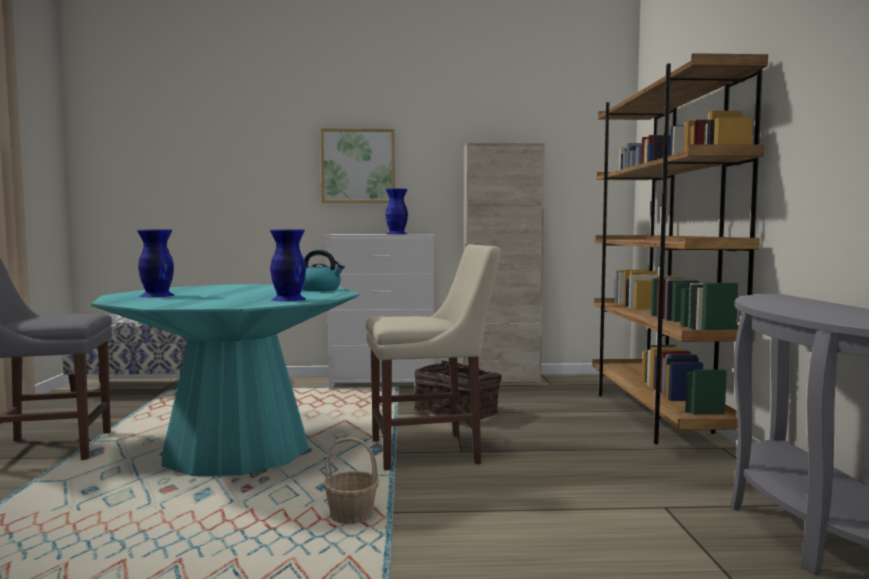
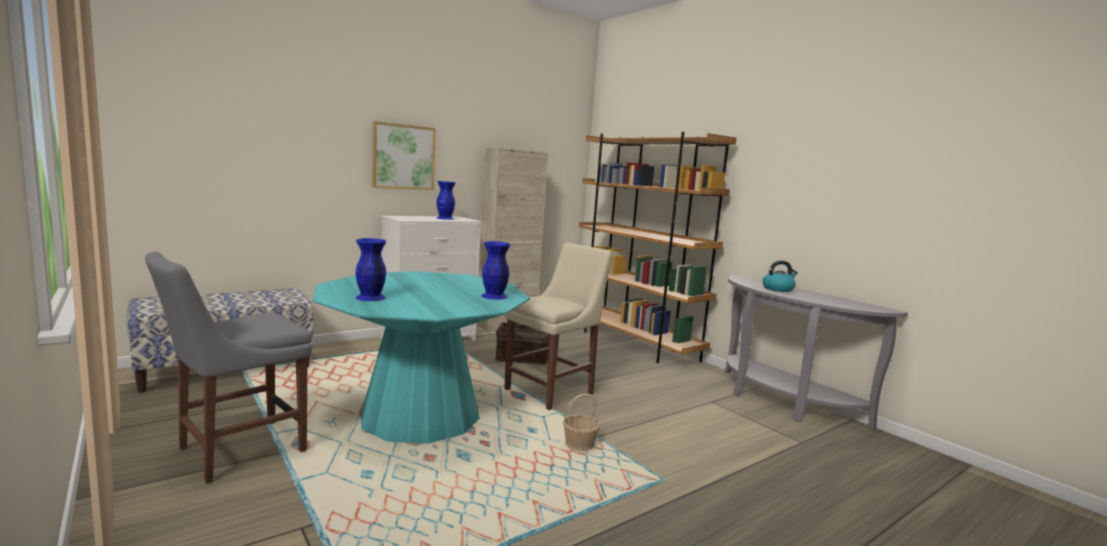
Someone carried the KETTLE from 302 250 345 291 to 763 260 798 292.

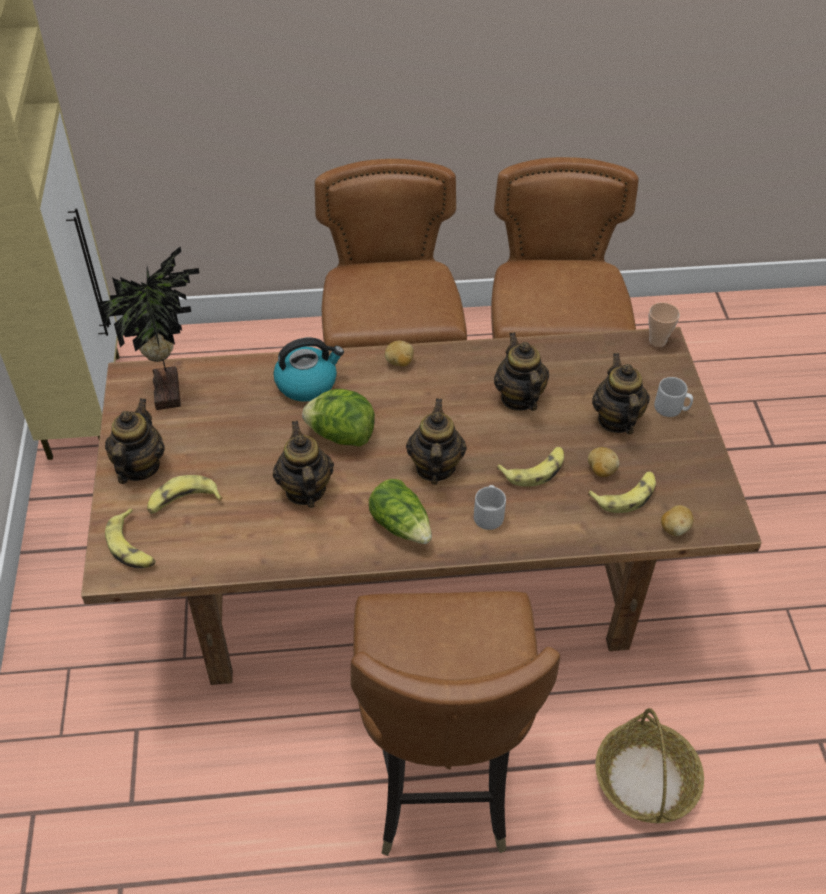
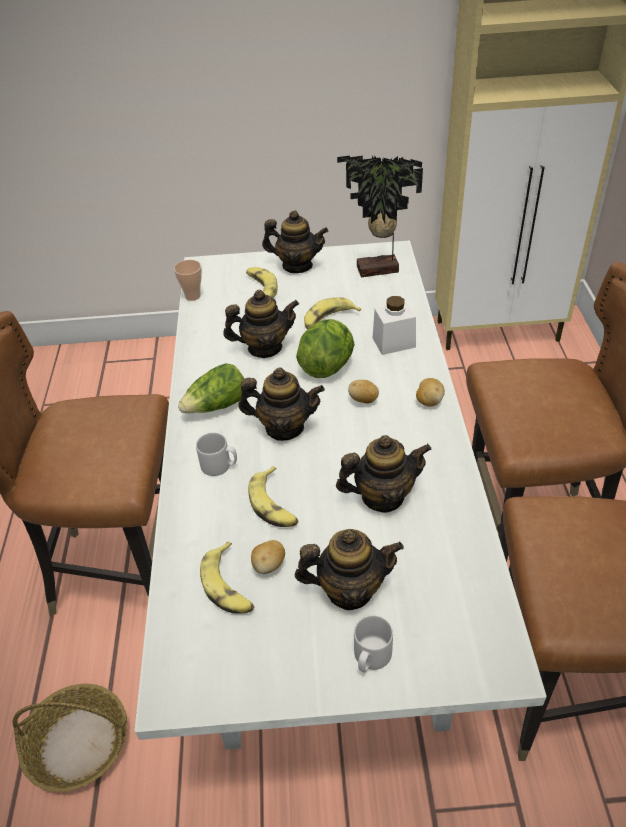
Someone repainted the BROWN DINING TABLE at 81 327 762 685, which became the WHITE DINING TABLE at 134 241 547 750.
Someone carried the CUP from 648 302 680 347 to 174 260 202 301.
Someone carried the BANANA from 105 508 156 568 to 304 297 361 329.
Someone carried the POTATO from 661 505 693 536 to 348 380 379 404.
Someone swapped the KETTLE at 273 338 344 402 for the WHITE JAR at 373 296 416 355.

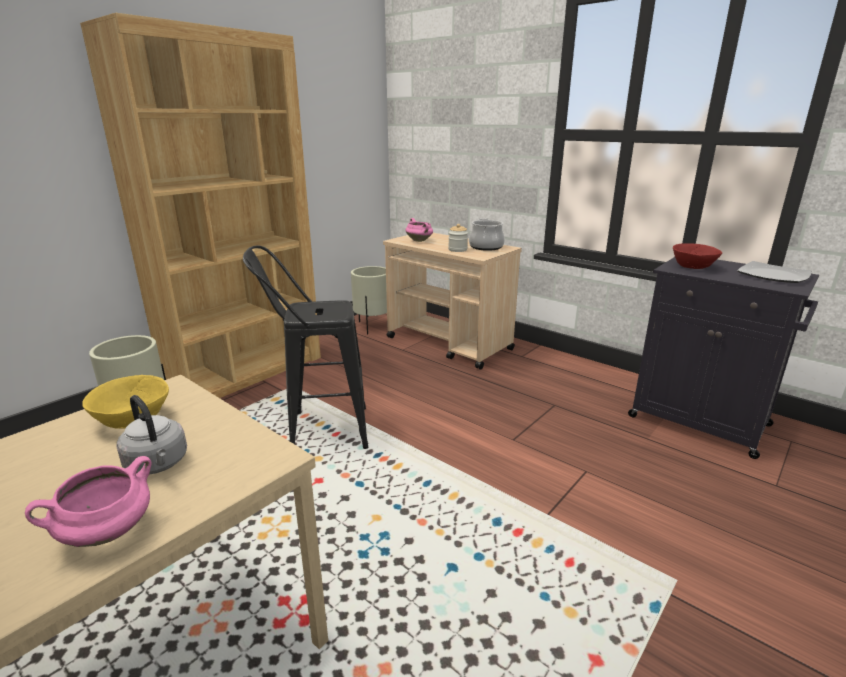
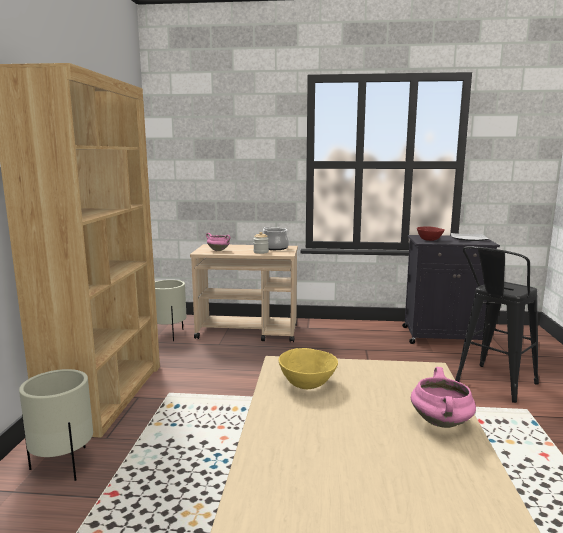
Someone carried the BLACK STOOL from 243 246 368 449 to 455 246 539 403.
Someone took away the GREY KETTLE at 116 395 187 475.

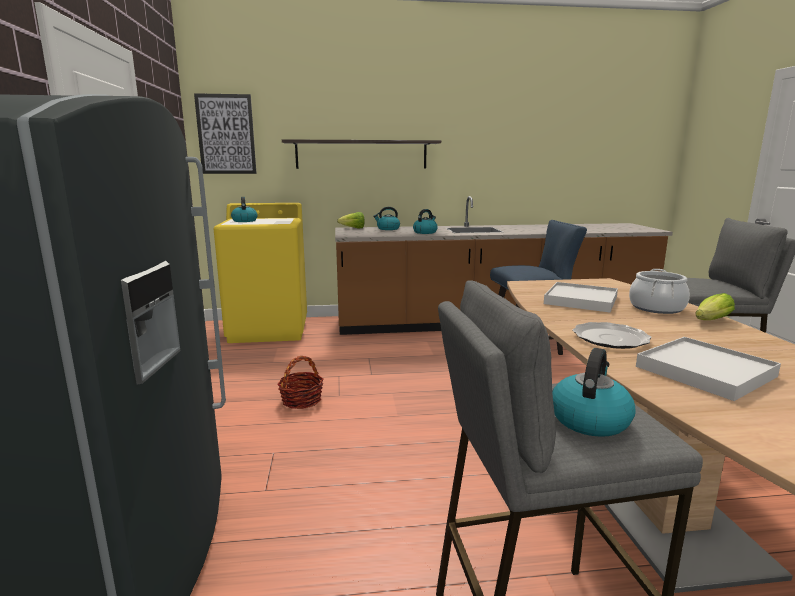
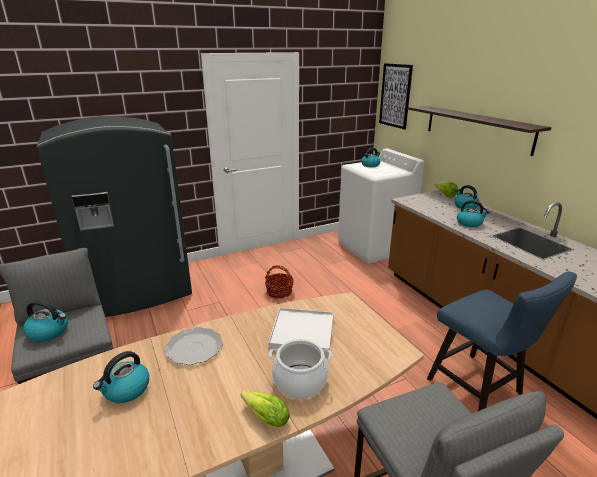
Someone swapped the WHITE TRAY at 636 337 781 401 for the KETTLE at 93 351 149 403.
Someone repainted the YELLOW WASHING MACHINE at 214 203 307 343, which became the WHITE WASHING MACHINE at 338 148 425 264.

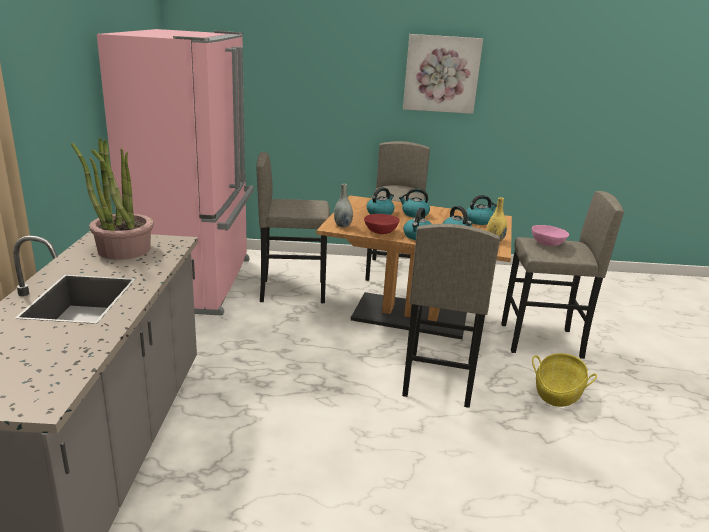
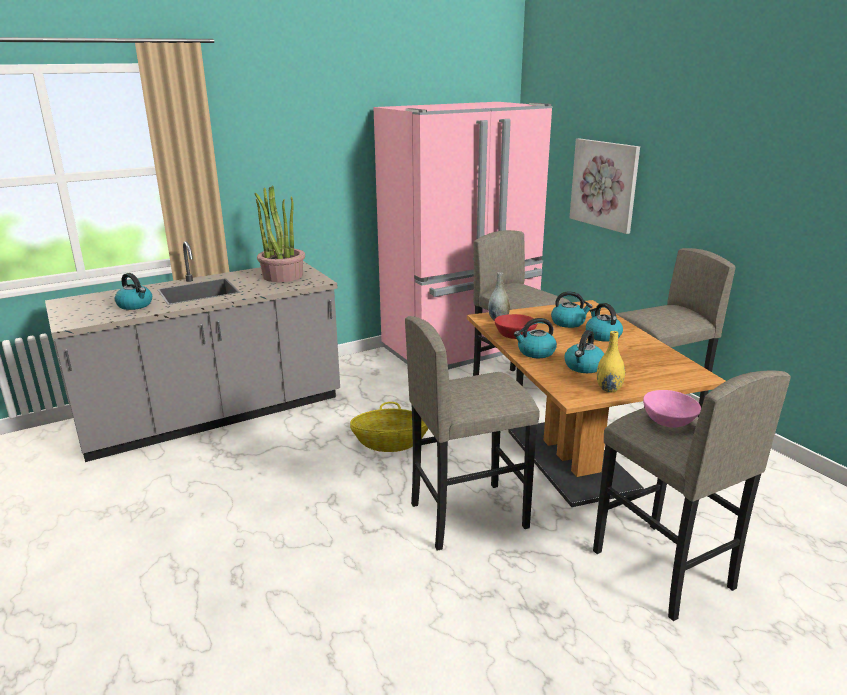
Someone carried the KETTLE from 466 195 497 225 to 115 273 152 310.
Someone carried the BASKET from 532 353 597 407 to 350 402 428 452.
Someone carried the PICTURE from 403 34 483 114 to 570 138 640 234.

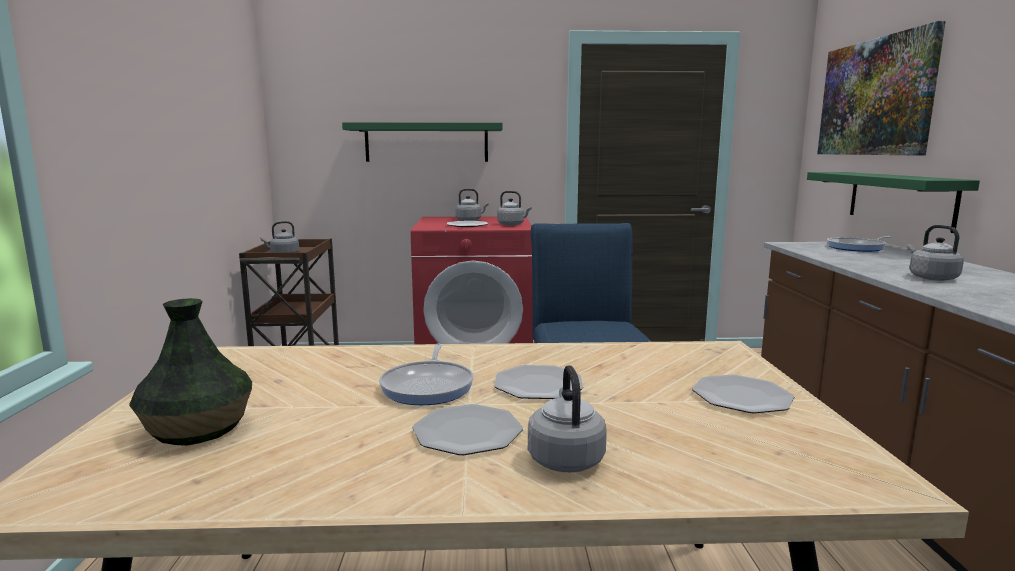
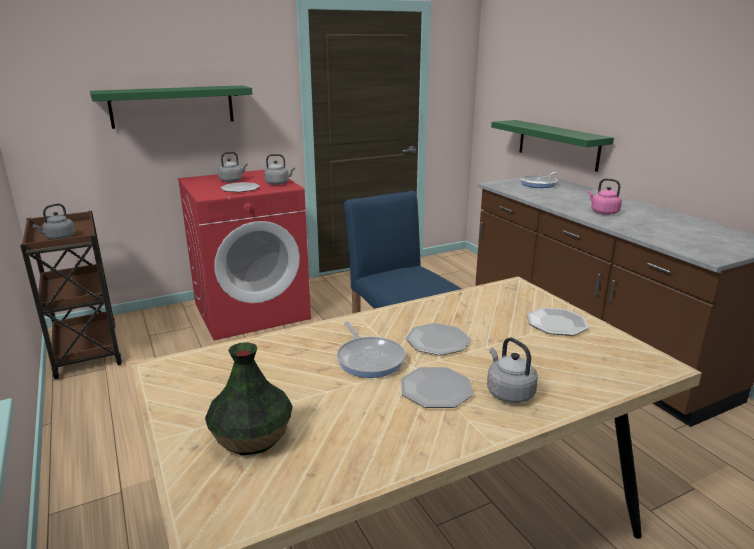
Someone repainted the GREY KETTLE at 907 225 964 281, which became the PINK KETTLE at 588 178 622 215.
Someone took away the PICTURE at 817 21 946 156.

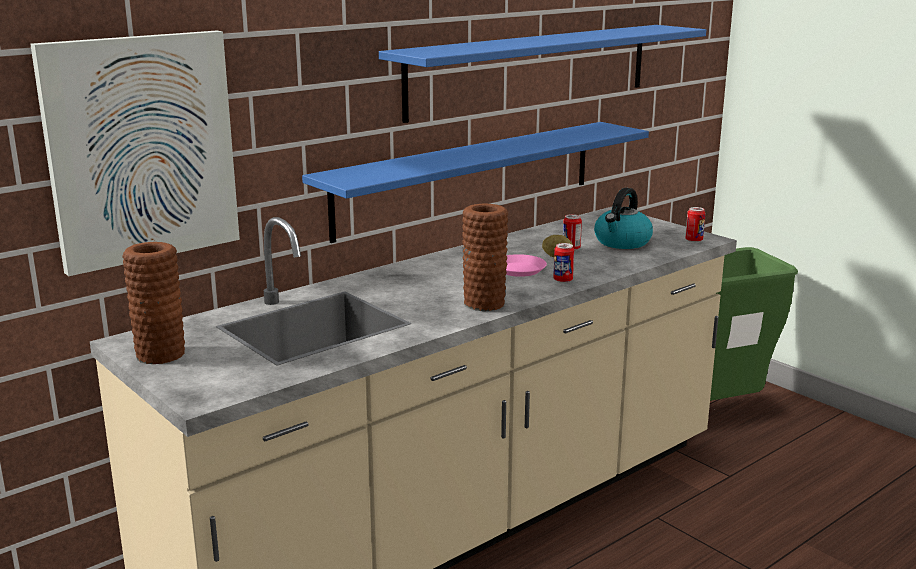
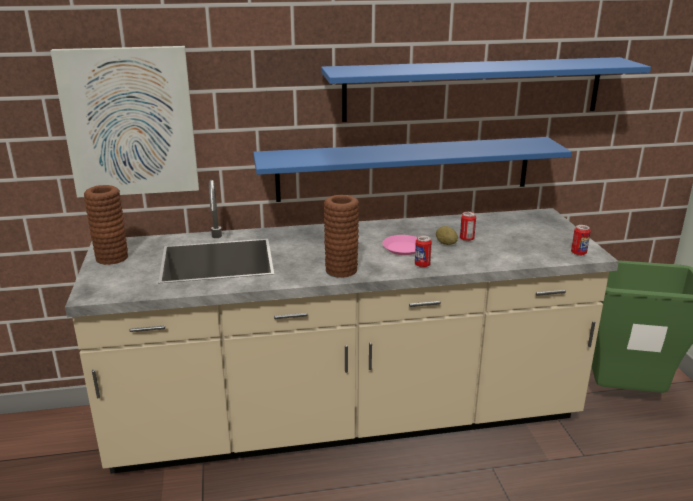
Someone took away the KETTLE at 594 188 653 249.

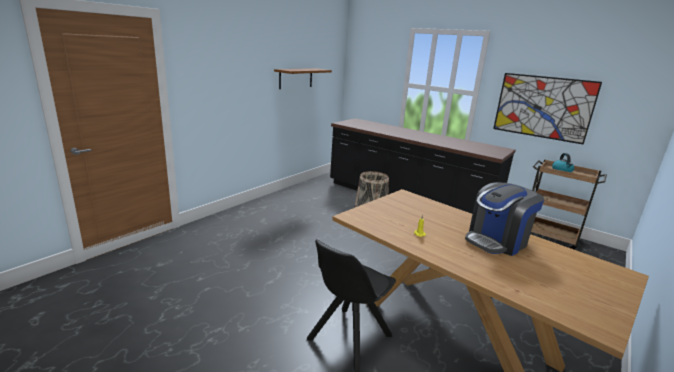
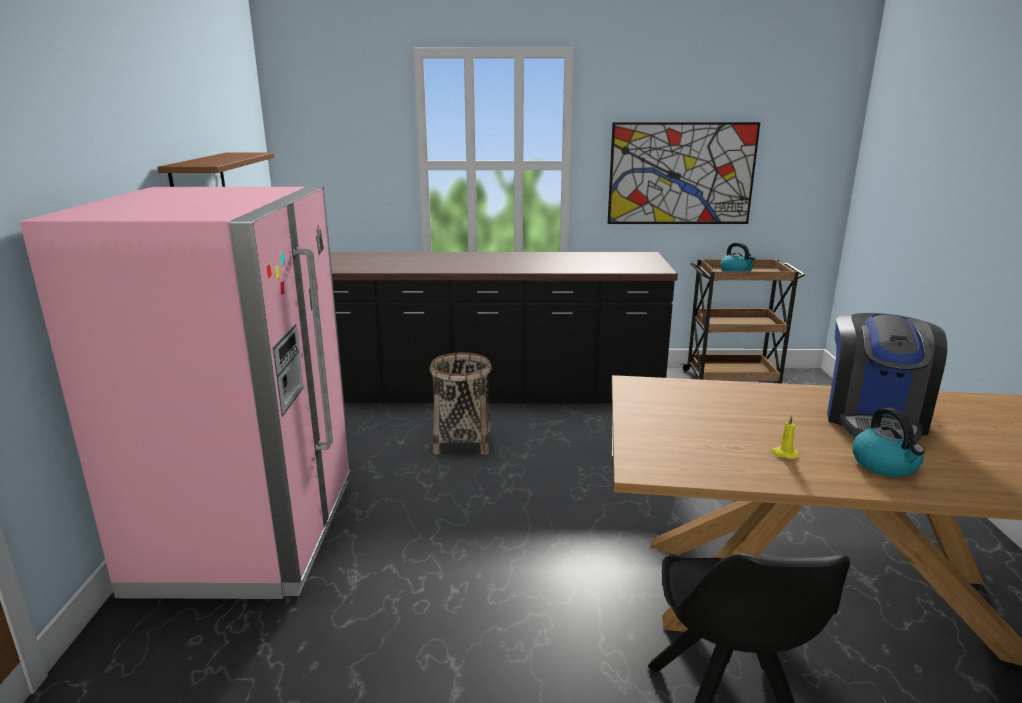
Someone put down the PINK FRIDGE at 20 187 351 599.
Someone put down the KETTLE at 852 408 925 477.

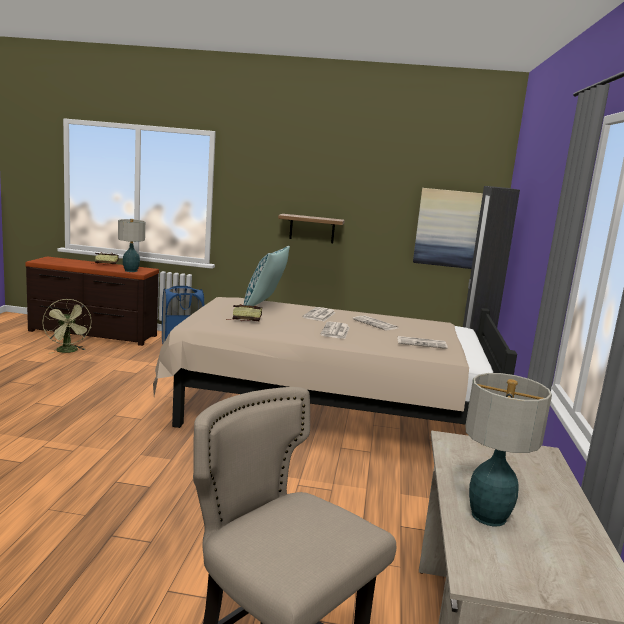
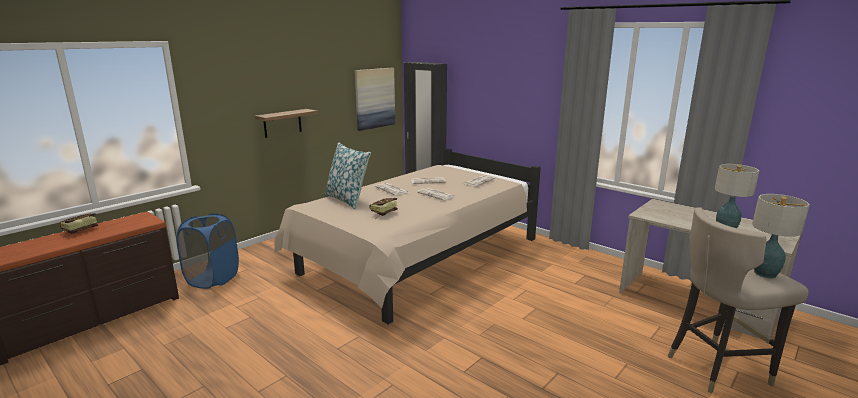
Someone carried the TABLE LAMP from 118 219 145 272 to 752 194 810 278.
Someone took away the GREEN FAN at 42 299 92 354.

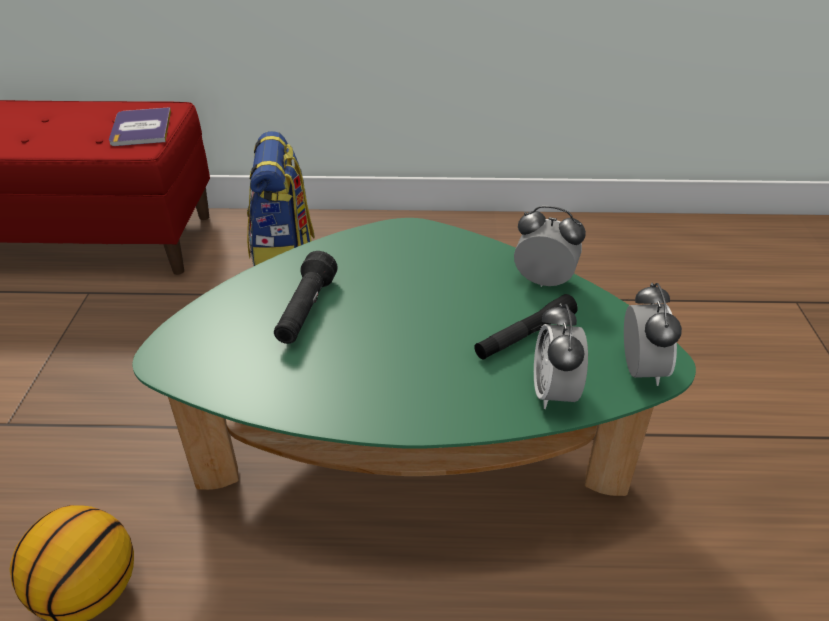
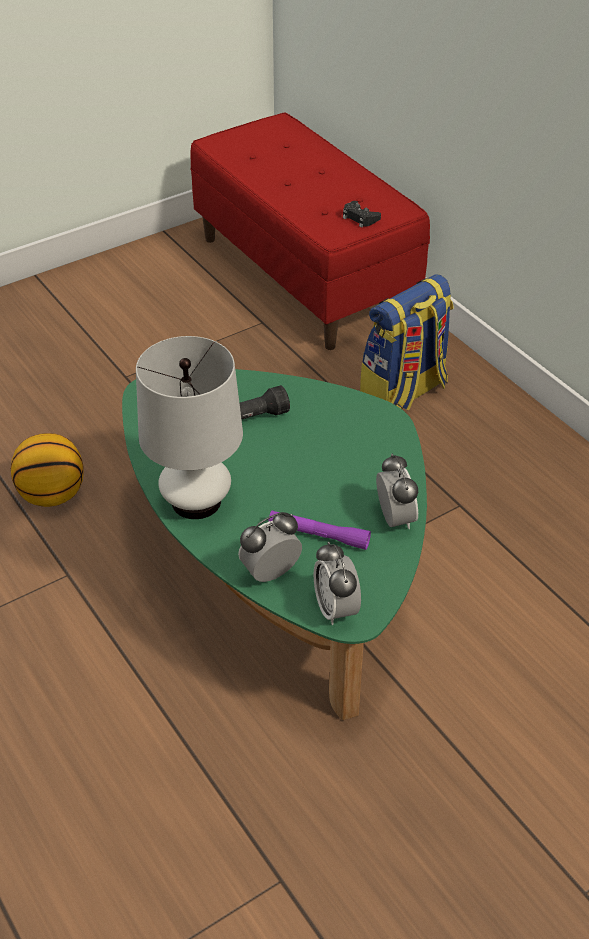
Someone put down the WHITE TABLE LAMP at 136 336 243 519.
Someone repainted the BLACK FLASHLIGHT at 474 294 578 360, which became the PURPLE FLASHLIGHT at 268 510 371 550.
Someone rotated the ALARM CLOCK at 624 283 682 386 by 105 degrees clockwise.
Someone swapped the BOOK at 109 107 171 146 for the BLACK GAME CONTROLLER at 343 201 381 227.

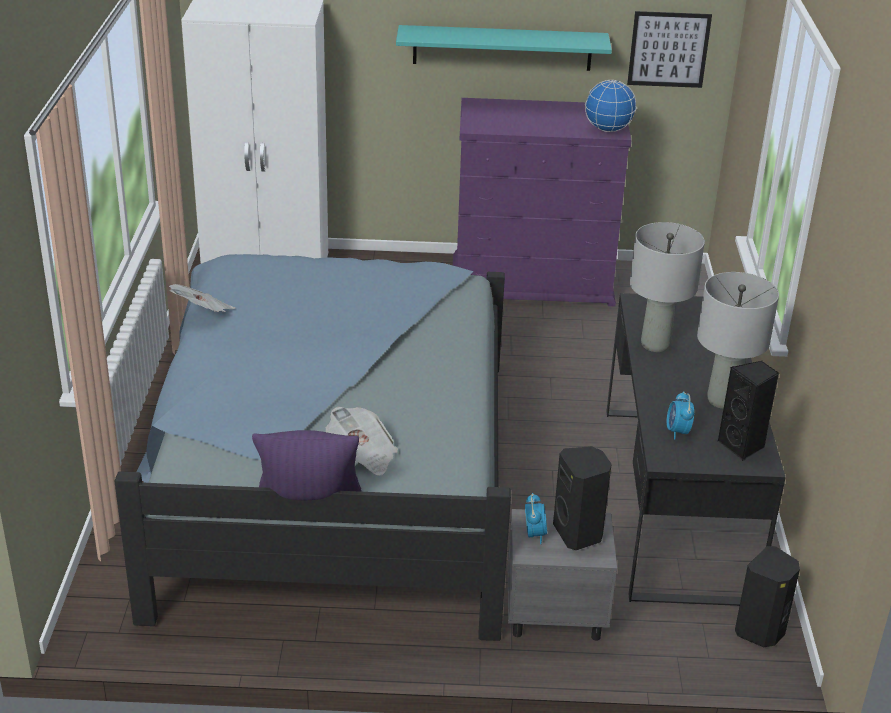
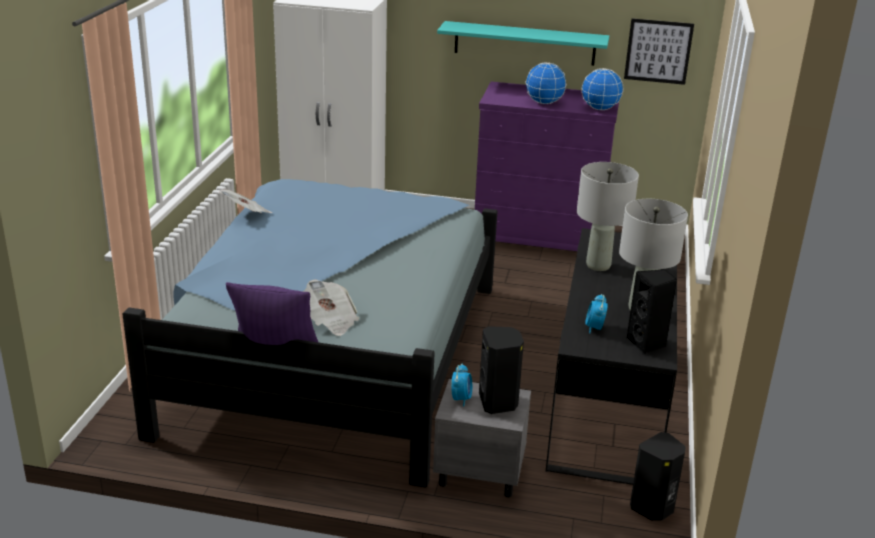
Someone put down the GLOBE at 525 62 567 104.

